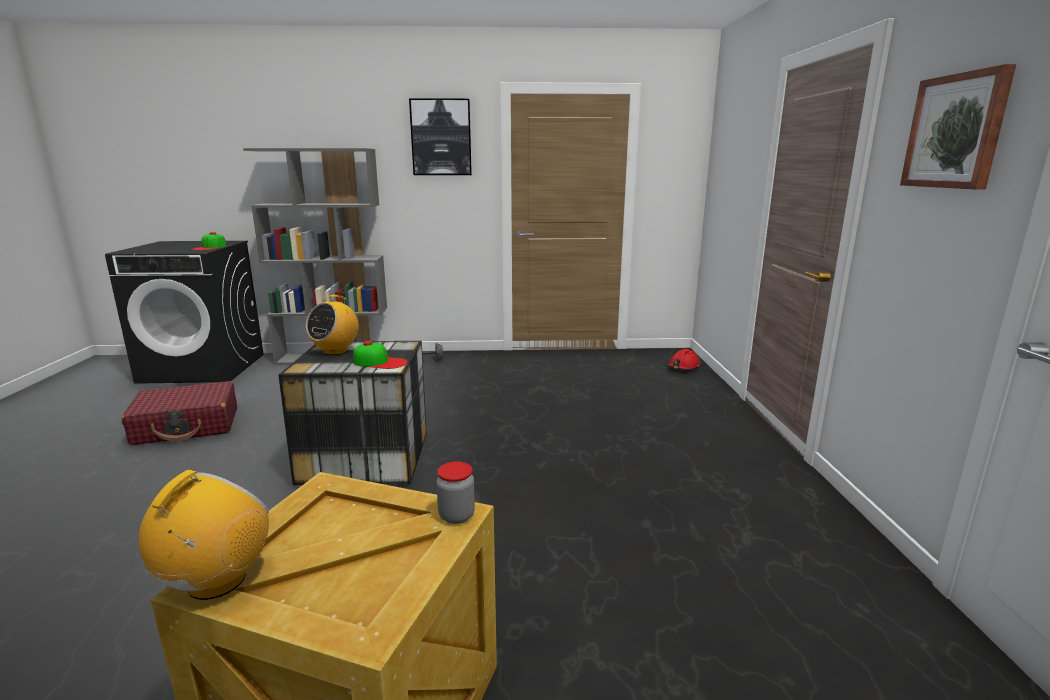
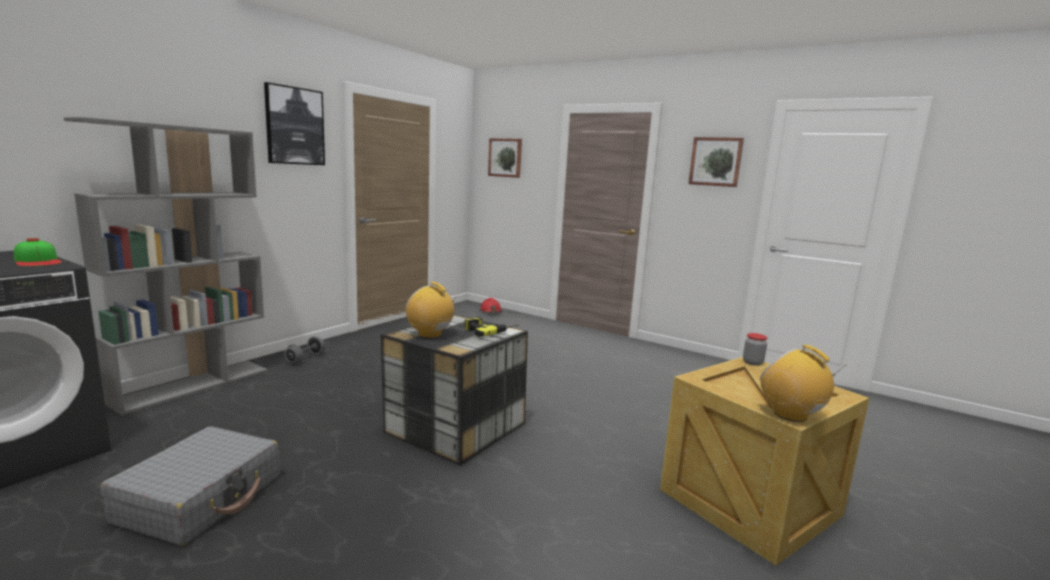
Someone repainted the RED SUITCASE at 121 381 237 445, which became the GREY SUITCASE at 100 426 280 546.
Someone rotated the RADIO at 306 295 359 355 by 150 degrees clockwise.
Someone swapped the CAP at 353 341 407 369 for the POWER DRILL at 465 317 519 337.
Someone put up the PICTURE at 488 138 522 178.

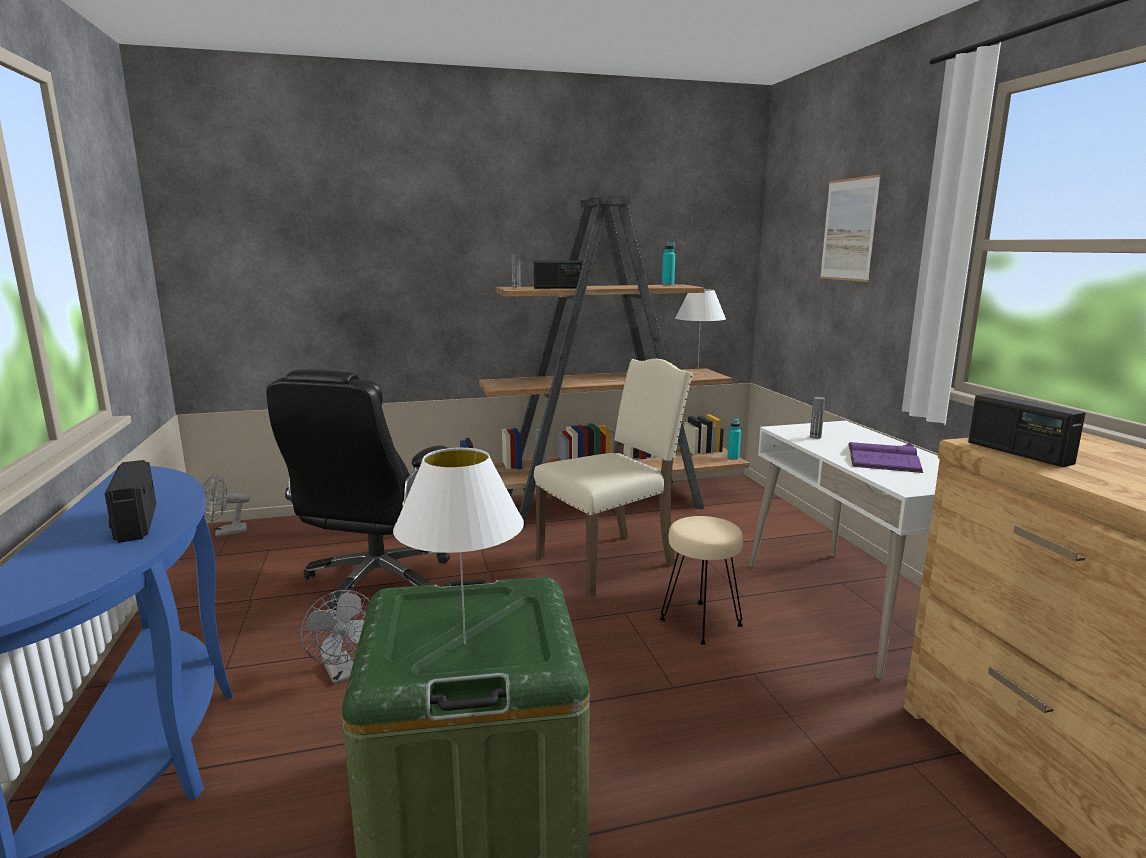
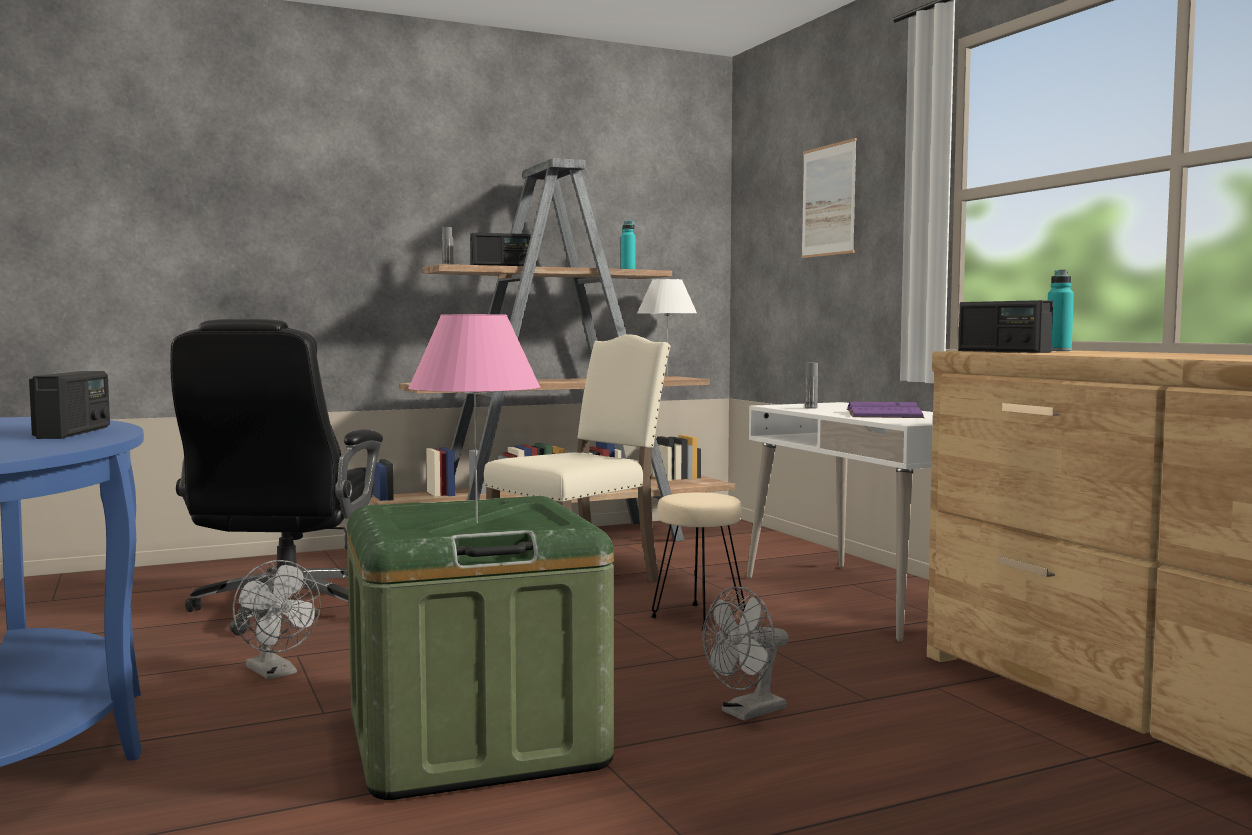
Someone rotated the RADIO at 105 460 156 543 by 150 degrees counterclockwise.
Someone repainted the WHITE TABLE LAMP at 393 448 524 645, which became the PINK TABLE LAMP at 408 314 541 523.
Someone carried the GREY FAN from 203 473 250 537 to 702 586 789 721.
Someone carried the TURQUOISE BOTTLE from 727 418 741 460 to 1048 269 1074 351.

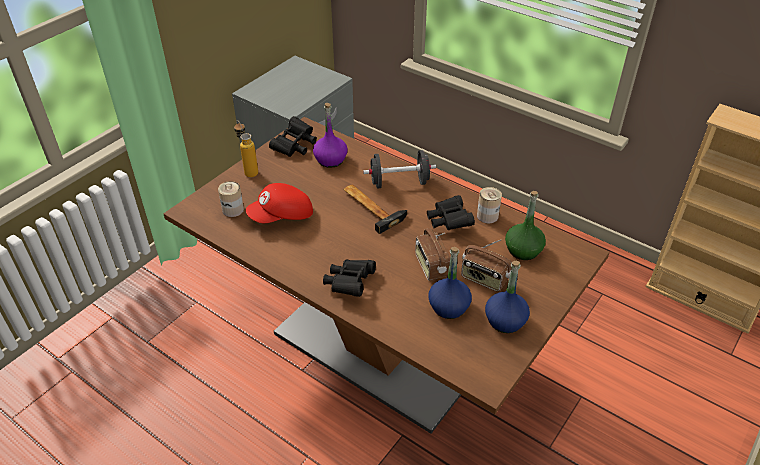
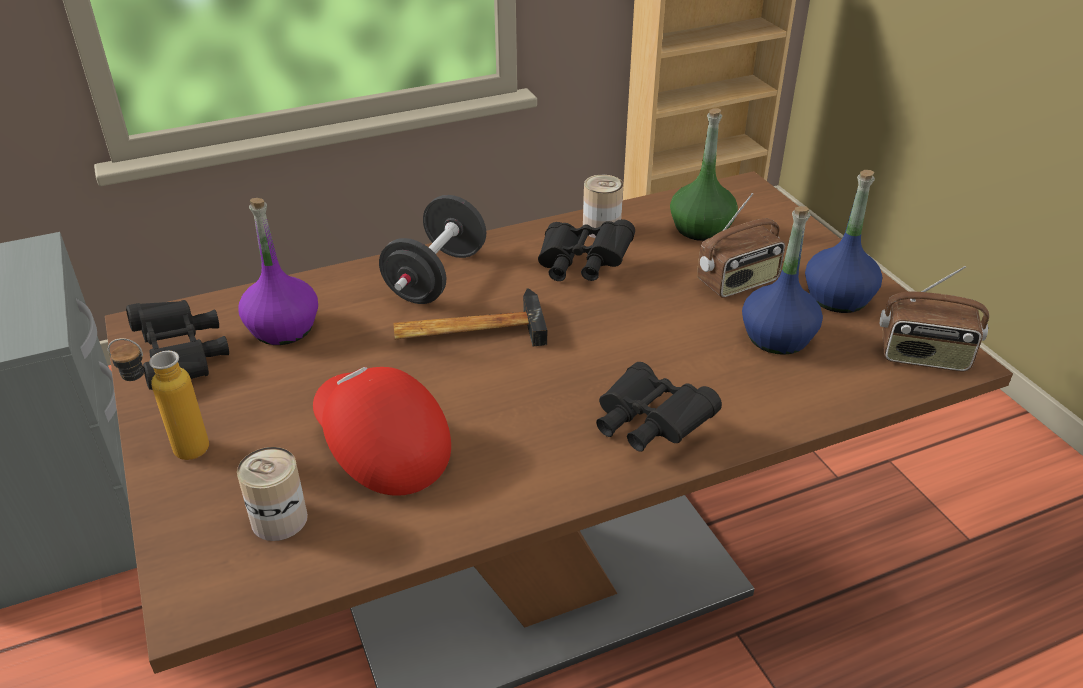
Someone rotated the RED CAP at 246 183 313 224 by 135 degrees clockwise.
Someone carried the RADIO from 415 228 450 281 to 880 266 989 371.

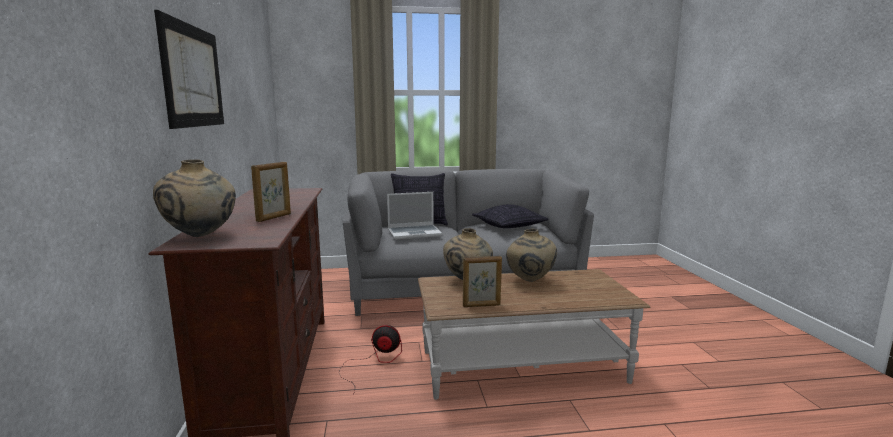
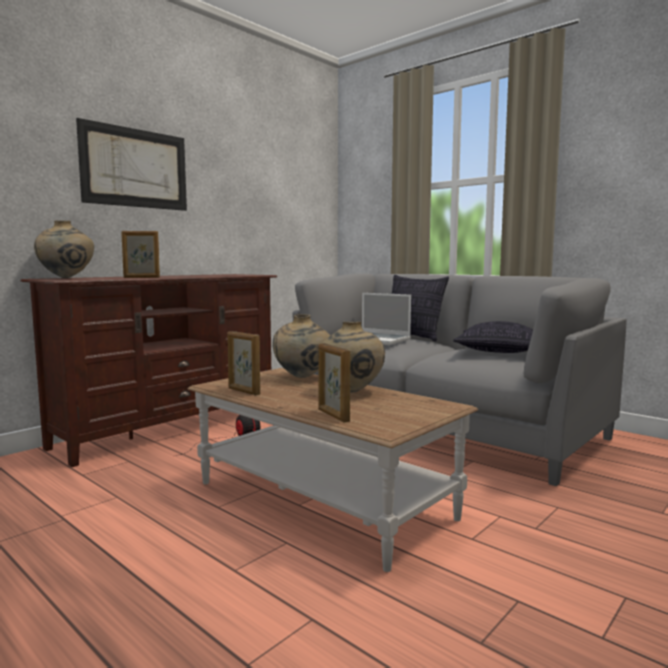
Someone put down the PICTURE FRAME at 318 343 351 423.

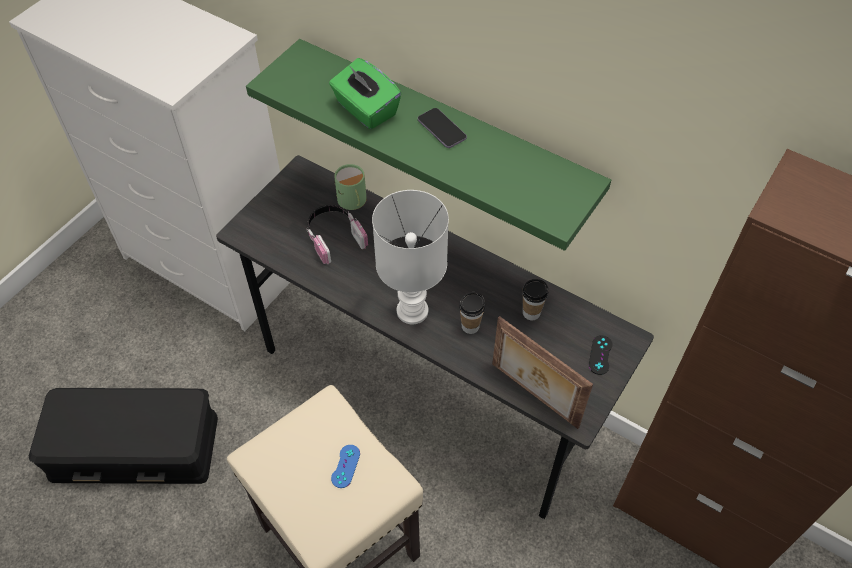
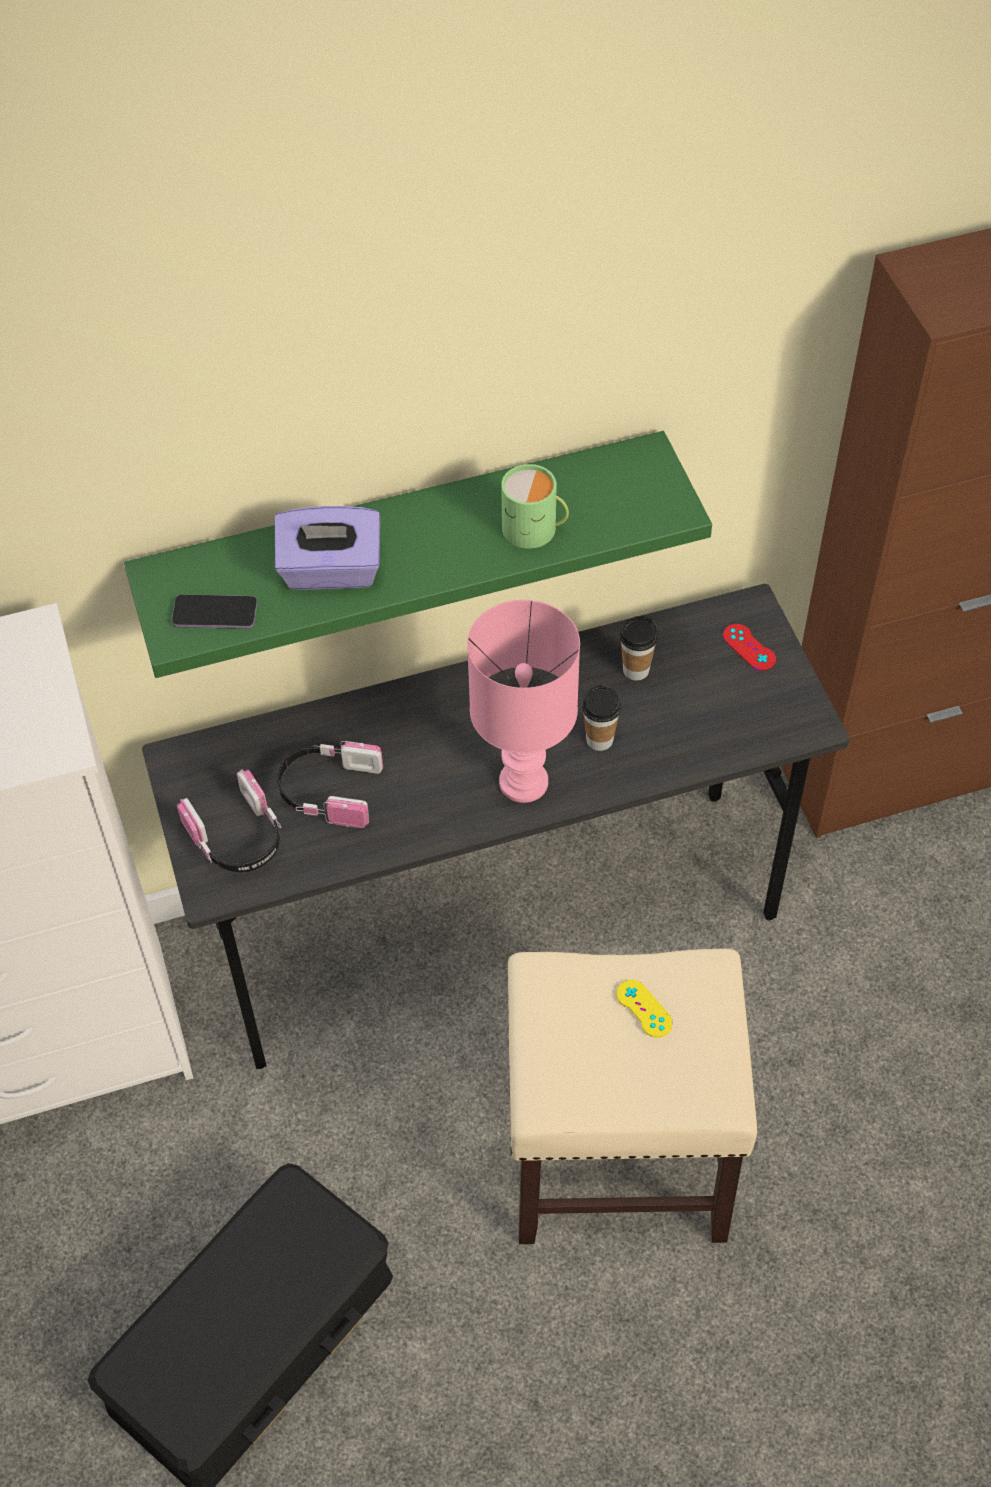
Someone carried the PHONE from 418 108 467 148 to 172 594 257 629.
Someone put down the HEADPHONES at 176 769 281 872.
Someone repainted the GREEN TISSUE BOX at 329 58 401 129, which became the PURPLE TISSUE BOX at 275 506 380 590.
Someone repainted the WHITE TABLE LAMP at 372 190 449 324, which became the PINK TABLE LAMP at 467 600 580 803.
Someone carried the GREEN MUG from 334 164 367 210 to 501 464 569 549.
Someone repainted the BLUE GAME CONTROLLER at 331 445 360 488, which became the YELLOW GAME CONTROLLER at 616 980 673 1037.
Someone repainted the BLACK GAME CONTROLLER at 589 335 613 375, which became the RED GAME CONTROLLER at 723 624 776 670.
Someone took away the PICTURE FRAME at 492 316 593 429.

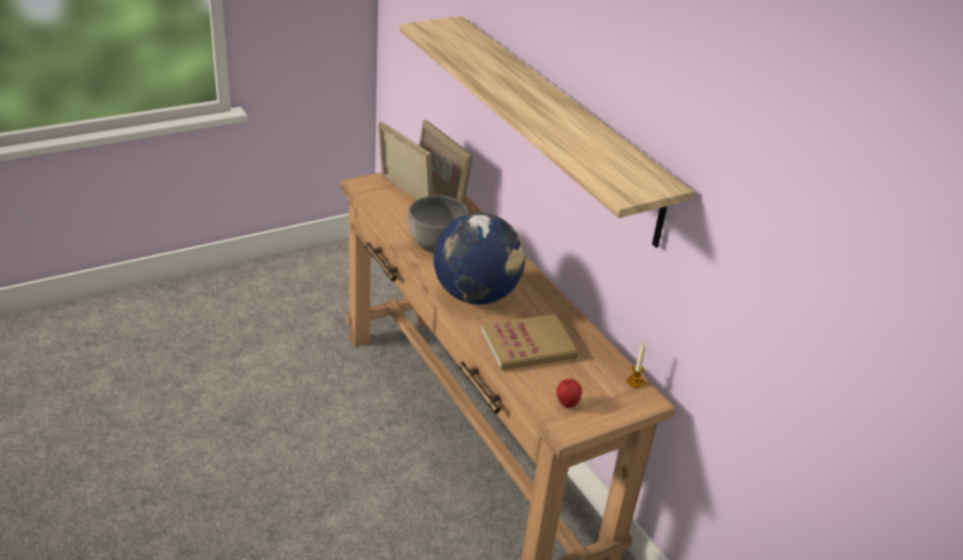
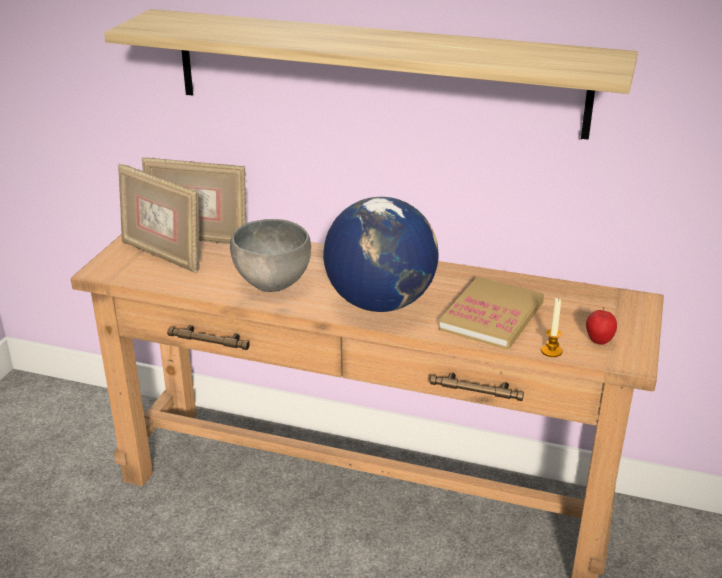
Someone rotated the PICTURE FRAME at 378 121 433 200 by 150 degrees counterclockwise.
Someone carried the CANDLE from 627 343 646 388 to 541 298 562 357.

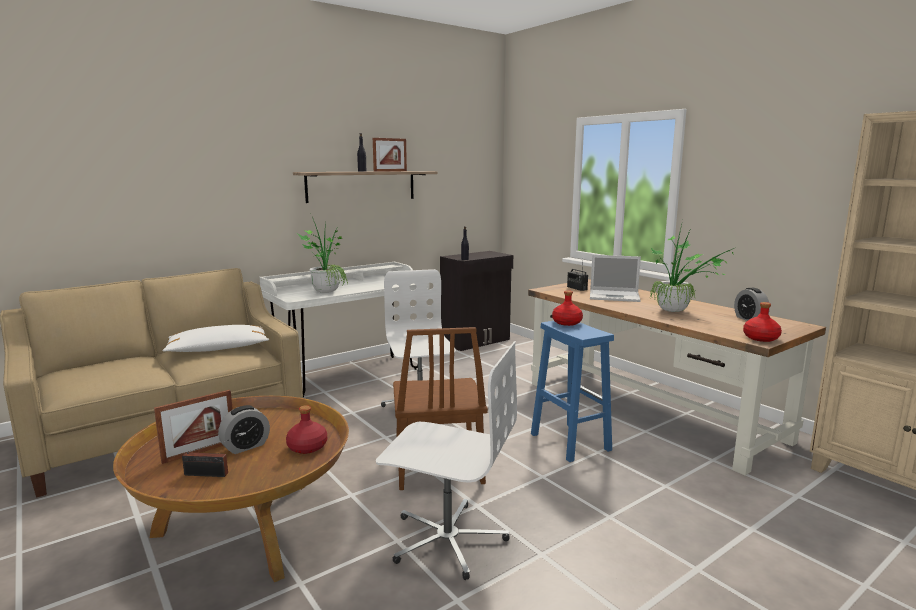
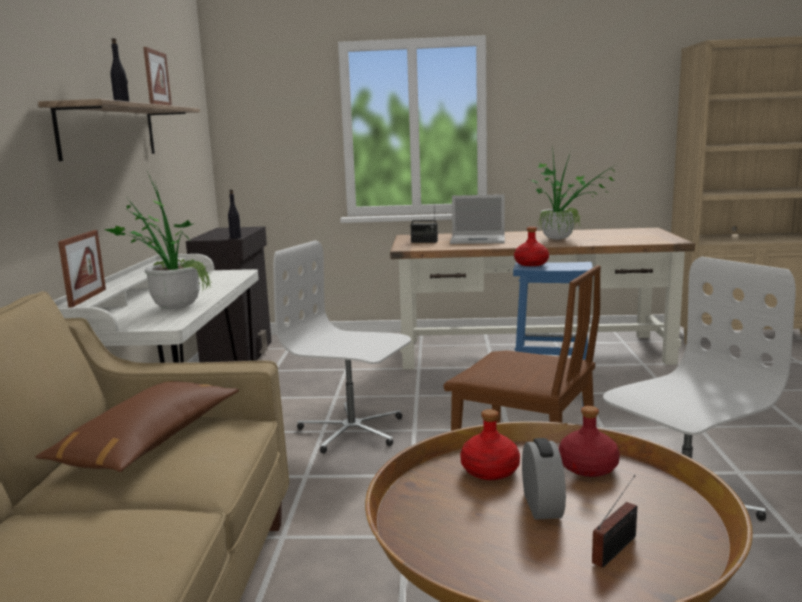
Someone repainted the WHITE PILLOW at 162 325 269 352, which became the BROWN PILLOW at 35 381 239 472.
Someone carried the PICTURE FRAME from 154 390 233 464 to 58 230 106 308.
Someone rotated the LAPTOP at 590 255 641 302 by 45 degrees clockwise.
Someone carried the RED BOTTLE from 743 302 782 342 to 460 409 520 480.
Someone took away the ALARM CLOCK at 734 288 770 321.

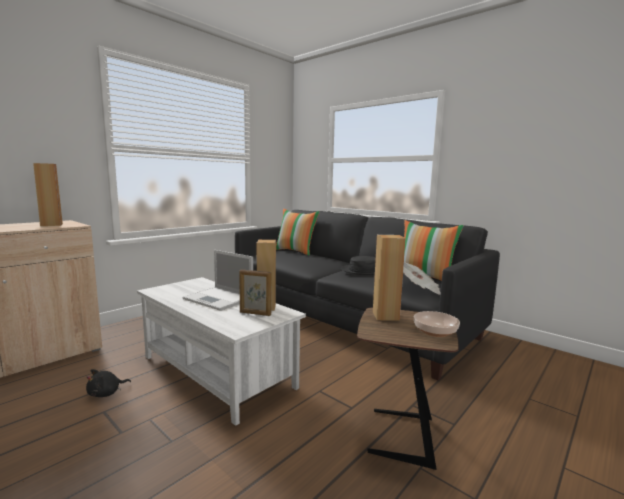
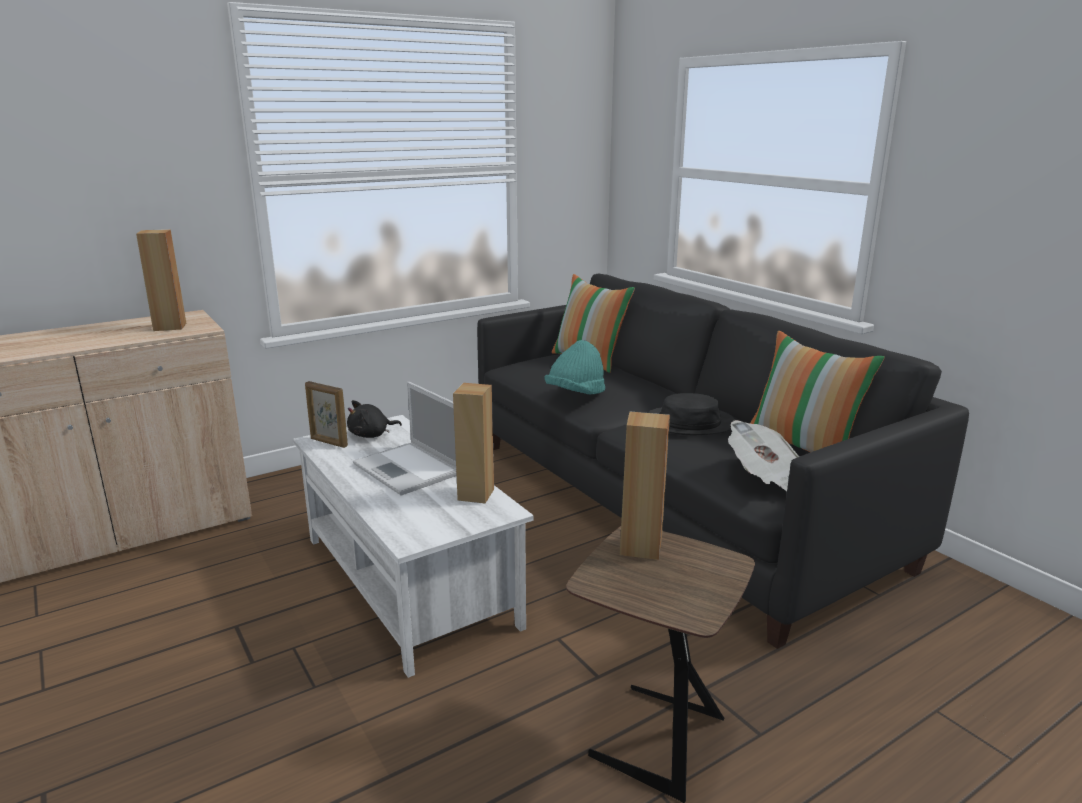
Someone carried the PICTURE FRAME from 239 269 272 316 to 305 381 348 448.
Someone carried the BLACK PLUSH TOY from 86 369 131 397 to 347 400 402 438.
Someone put down the TURQUOISE HAT at 544 340 605 394.
Someone took away the BOWL at 414 311 460 337.

